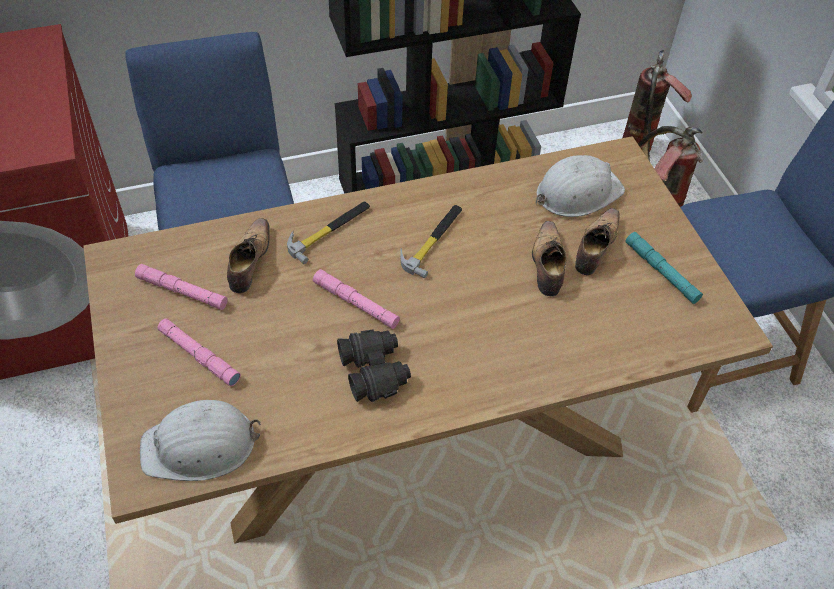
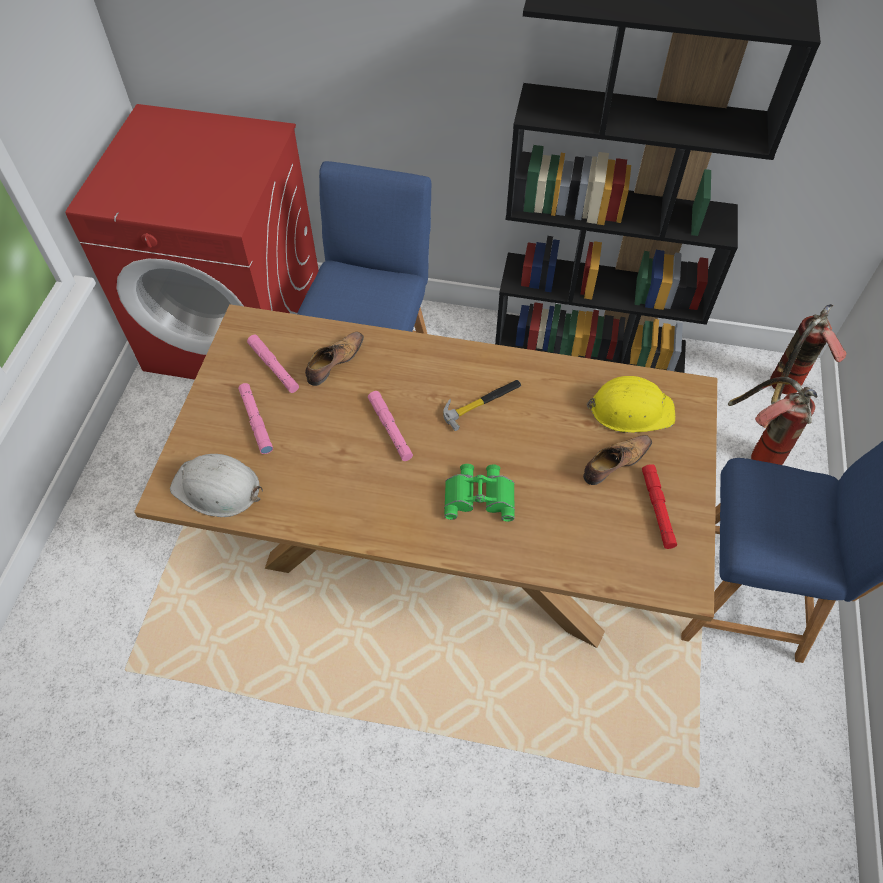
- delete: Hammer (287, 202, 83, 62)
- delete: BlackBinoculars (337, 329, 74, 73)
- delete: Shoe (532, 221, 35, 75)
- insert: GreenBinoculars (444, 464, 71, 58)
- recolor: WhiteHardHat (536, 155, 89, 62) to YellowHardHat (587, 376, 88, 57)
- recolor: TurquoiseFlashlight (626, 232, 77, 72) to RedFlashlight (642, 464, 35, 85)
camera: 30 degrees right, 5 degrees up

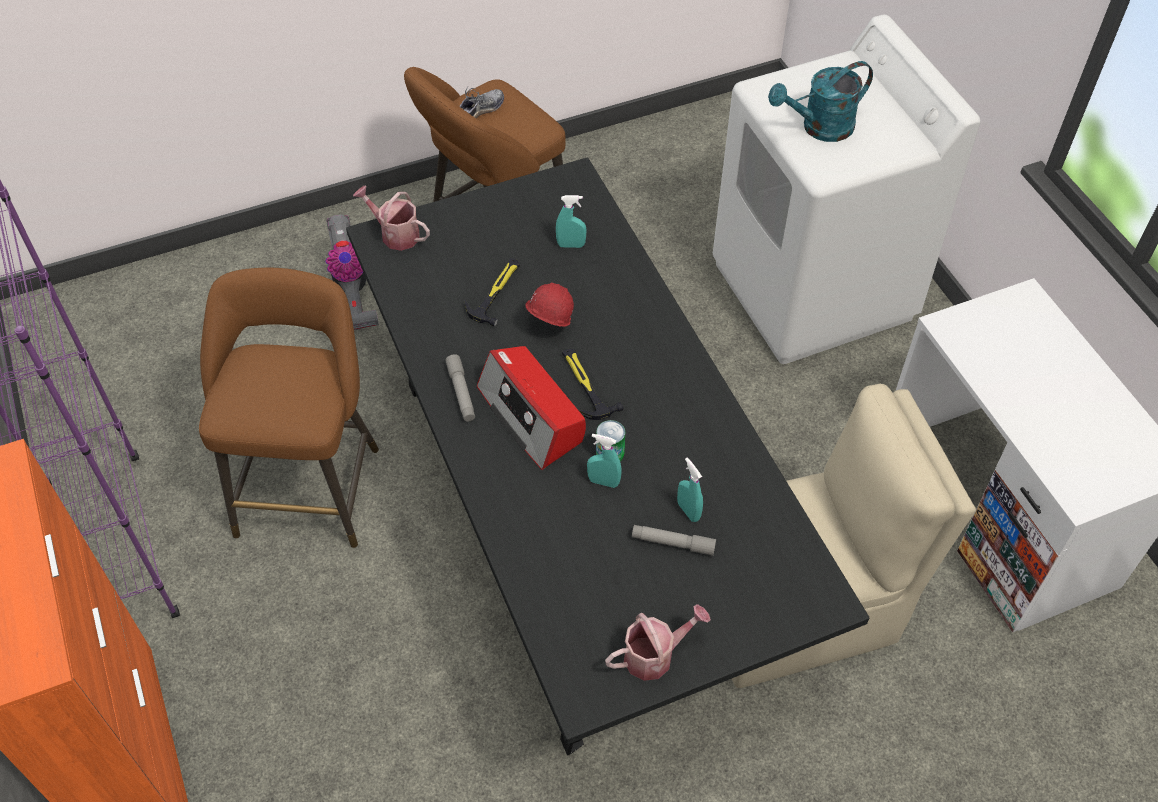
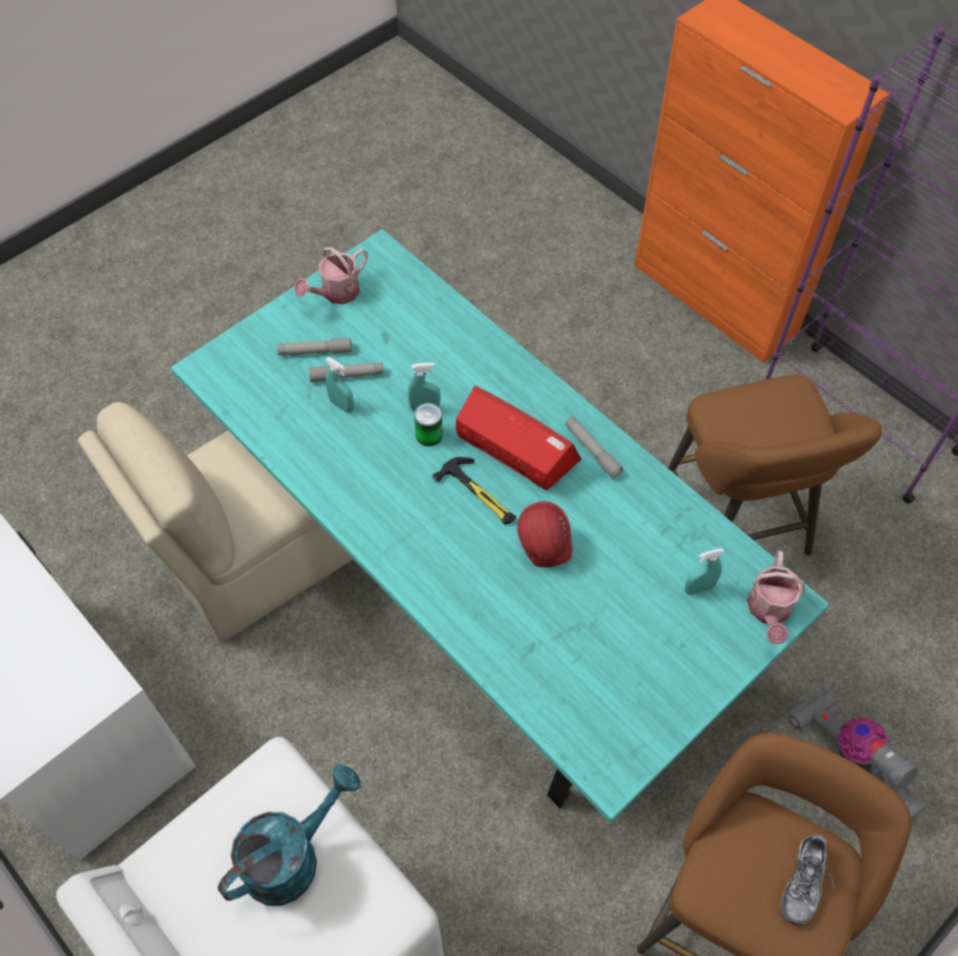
- delete: Hammer (465, 258, 55, 68)
- insert: GreyFlashlight (277, 338, 74, 17)
- move: TurquoiseSprayBottle (556, 195, 31, 53) to (685, 548, 39, 47)
- recolor: BlackDiningTable (346, 157, 523, 599) to TurquoiseDiningTable (171, 229, 658, 593)
- rotate: WateringCan (353, 186, 77, 65) = (747, 550, 58, 95) 90 degrees clockwise
camera: 160 degrees right, 5 degrees up

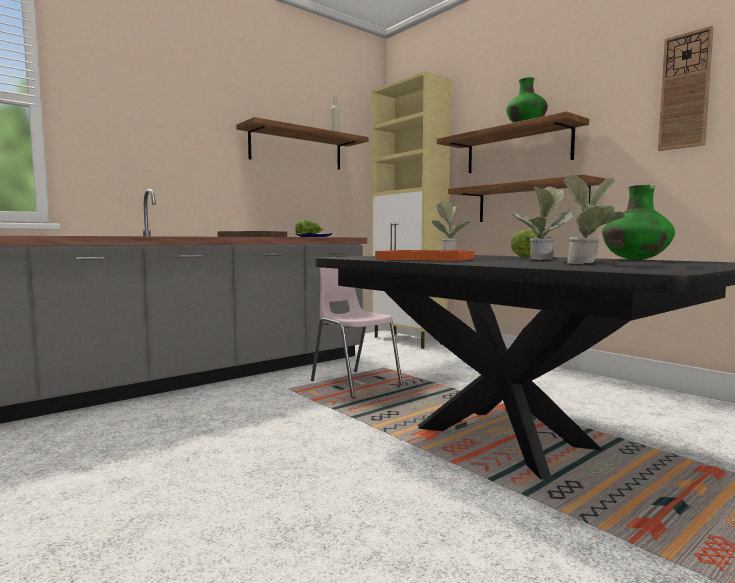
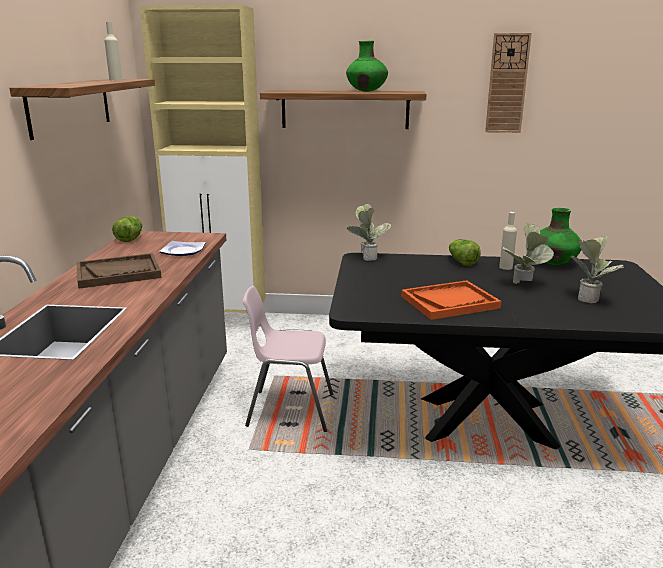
- delete: Shelf (448, 175, 157, 47)
- insert: BeigeBottle (499, 212, 18, 58)
camera: 45 degrees left, 15 degrees up

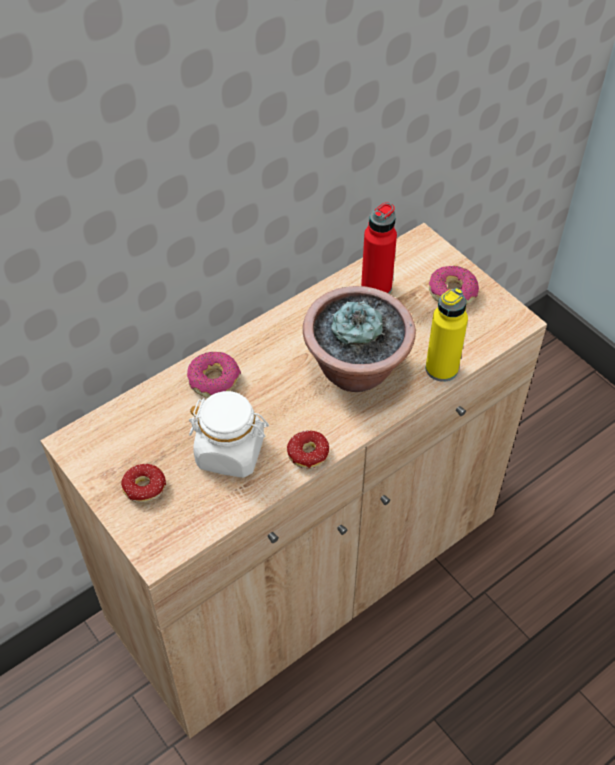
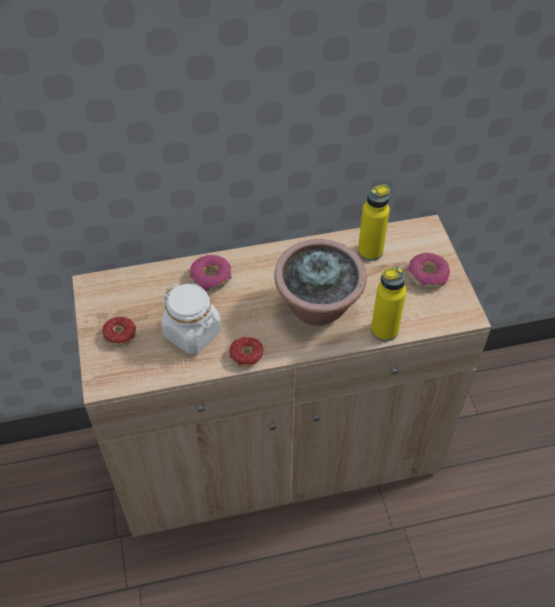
- recolor: RedBottle (361, 202, 36, 92) to YellowBottle (358, 185, 32, 76)
camera: 25 degrees right, 0 degrees up

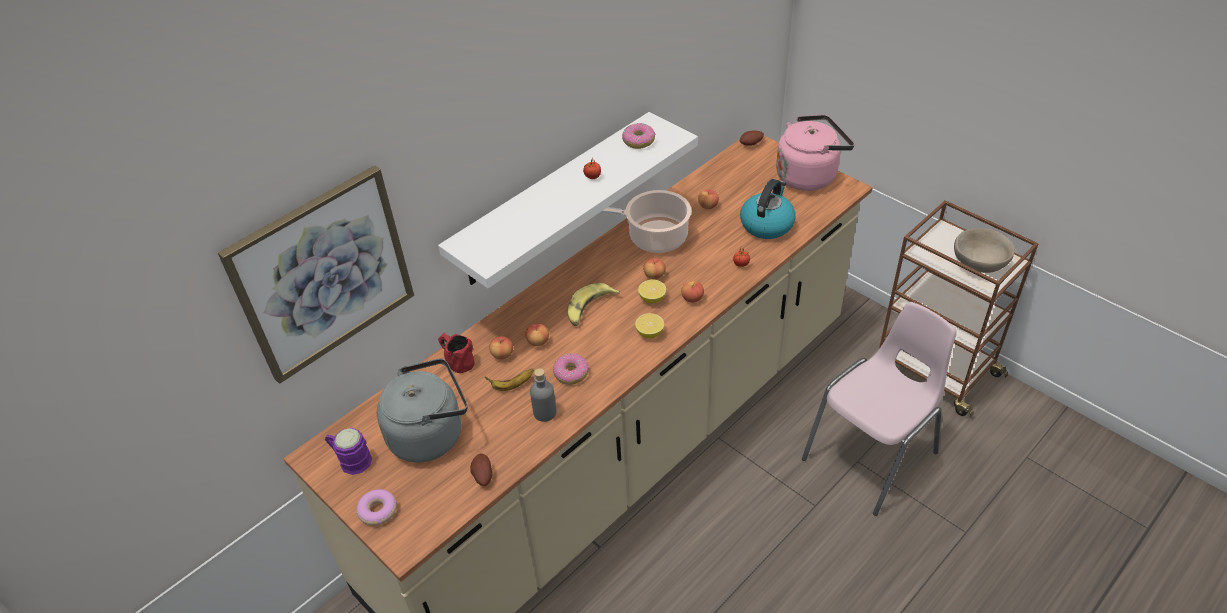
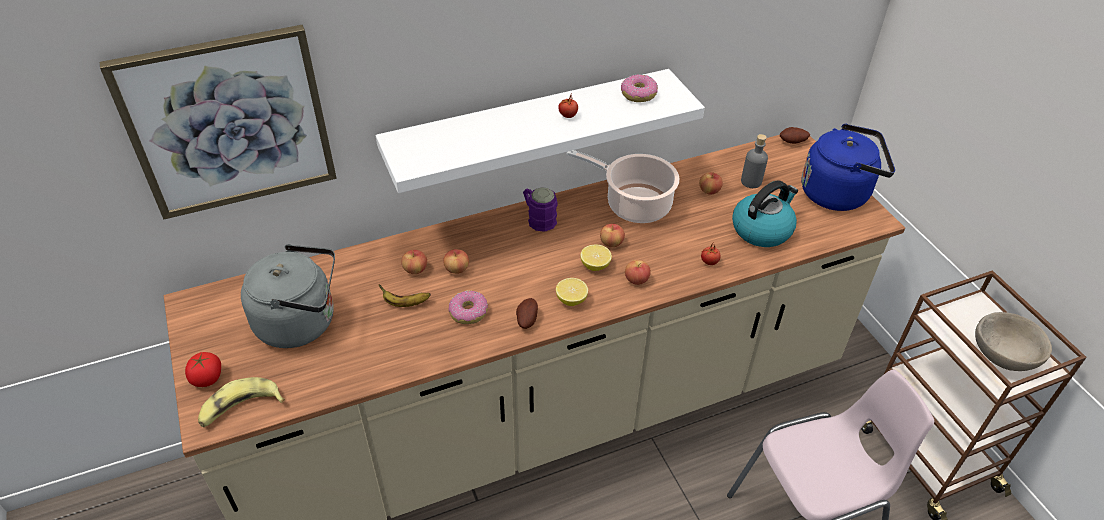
- delete: RedMug (438, 333, 37, 40)
- move: PurpleMug (325, 428, 47, 47) to (523, 187, 35, 45)
- move: Potato (470, 453, 22, 33) to (516, 298, 22, 31)
- move: GreyBottle (530, 368, 27, 54) to (741, 134, 27, 54)
- move: Banana (567, 283, 53, 43) to (198, 377, 87, 50)
- replace: Donut (356, 489, 41, 37) to Tomato (185, 352, 36, 35)
- recolor: PinkKettle (776, 115, 78, 76) to BlueKettle (802, 124, 93, 87)
camera: 20 degrees right, 0 degrees up

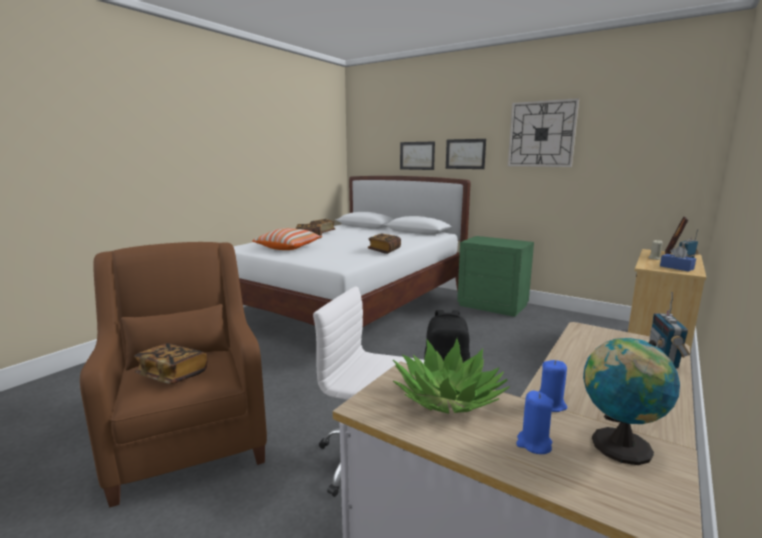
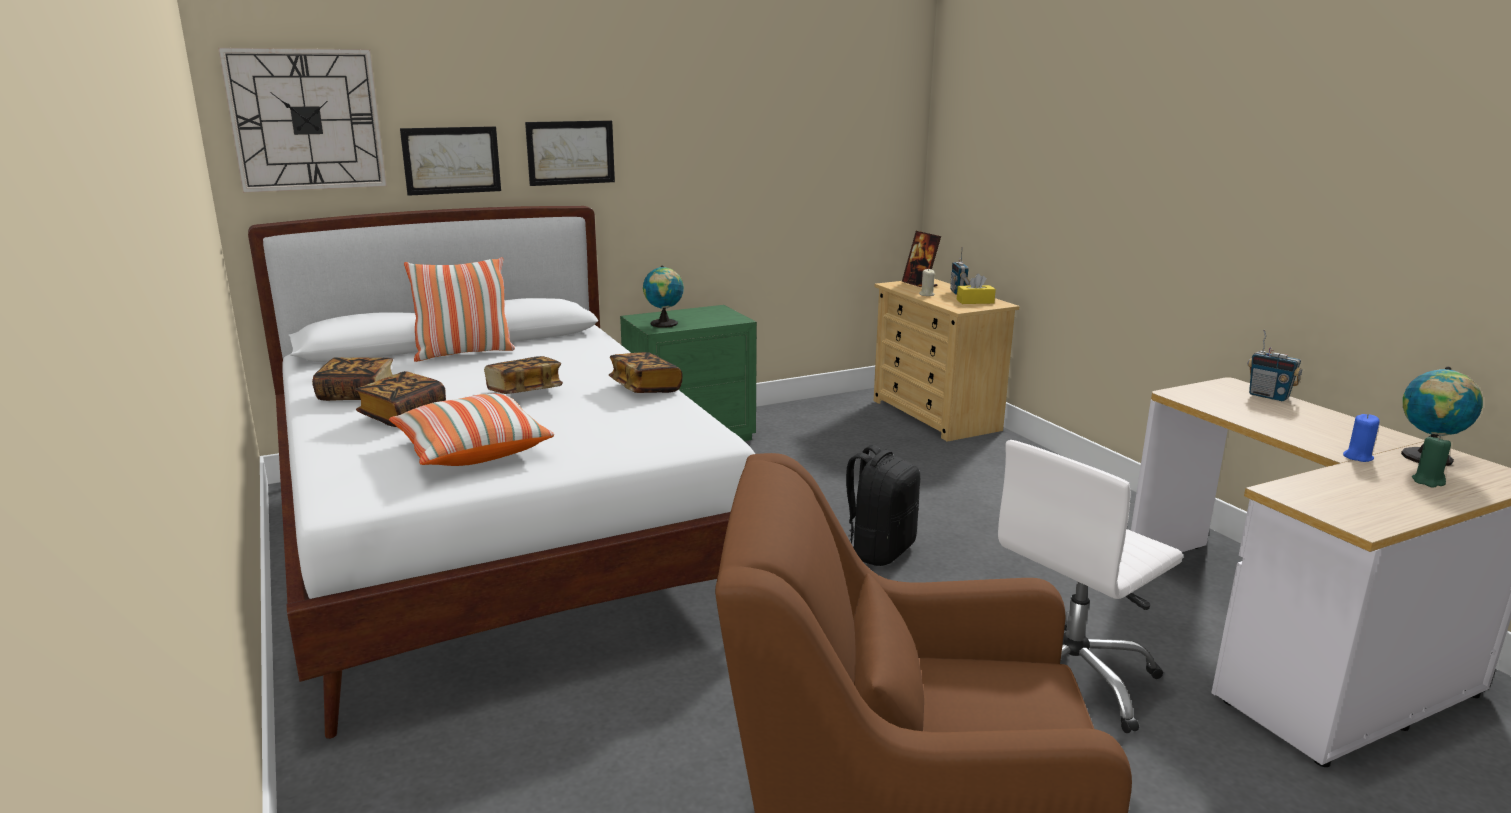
- delete: PottedPlant (393, 338, 117, 76)
- insert: Pillow (404, 257, 111, 105)
- insert: Globe (643, 266, 41, 62)
- move: Book (134, 343, 74, 41) to (484, 356, 79, 38)
- move: WallClock (508, 98, 71, 69) to (218, 48, 169, 145)
- recolor: BlueCandle (516, 391, 38, 63) to GreenCandle (1412, 436, 39, 52)
- recolor: BlueTissueBox (660, 246, 36, 26) to YellowTissueBox (957, 274, 39, 30)
camera: 60 degrees left, 5 degrees up

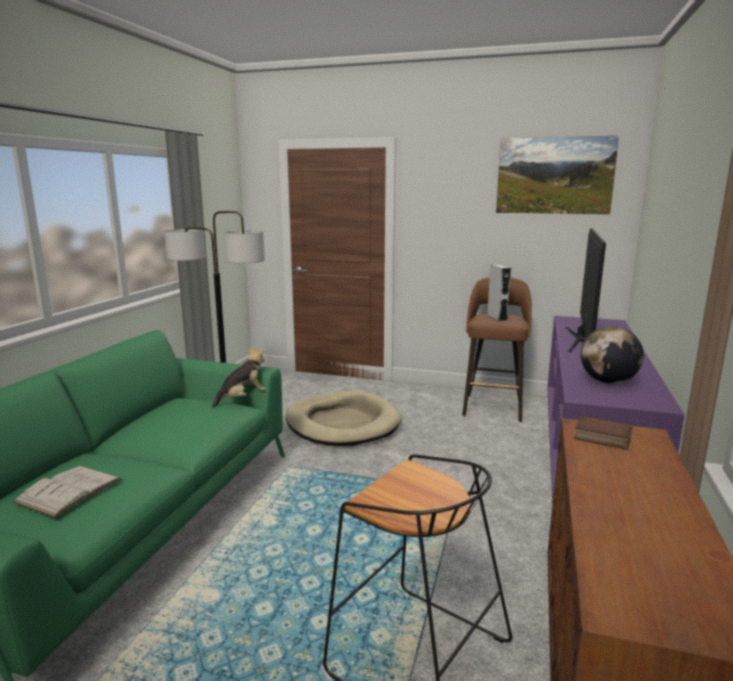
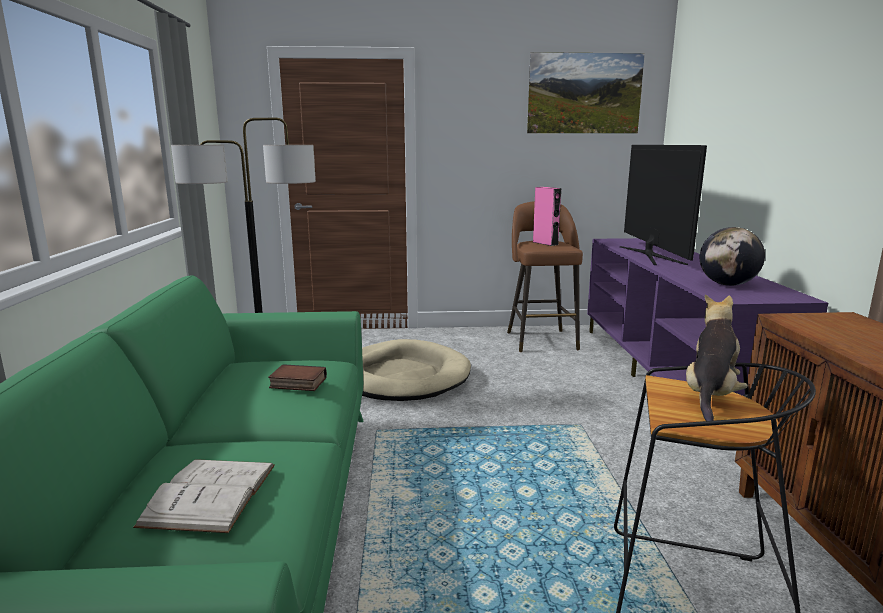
- move: PlushToy (212, 346, 54, 62) to (686, 294, 62, 127)
- move: Book (574, 415, 58, 35) to (268, 364, 59, 27)
- recolor: GreySpeaker (487, 265, 24, 56) to PinkSpeaker (533, 187, 28, 59)
camera: 20 degrees left, 0 degrees up

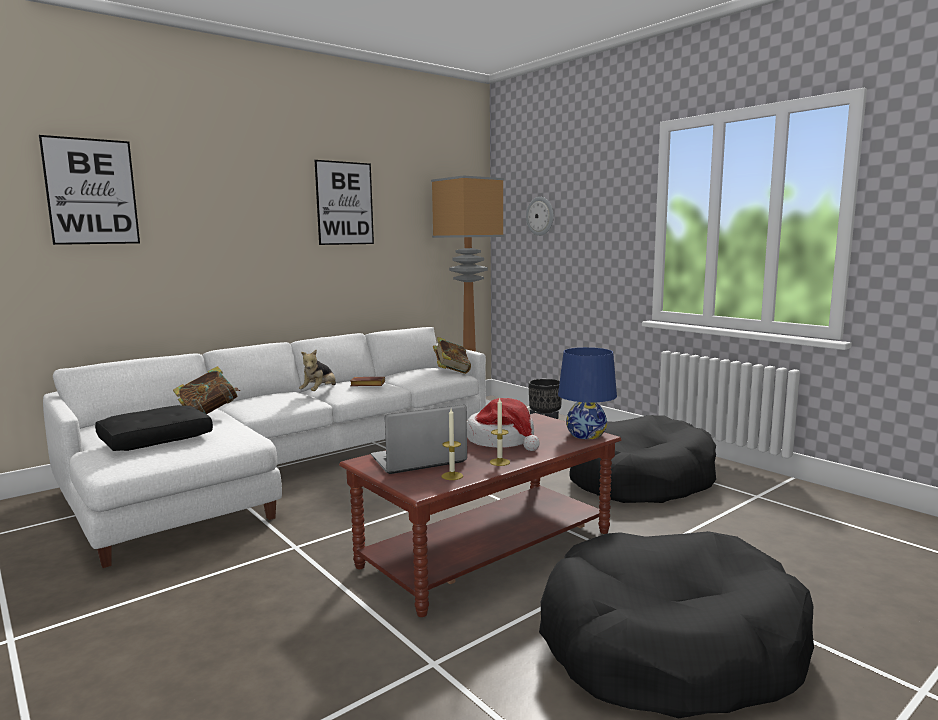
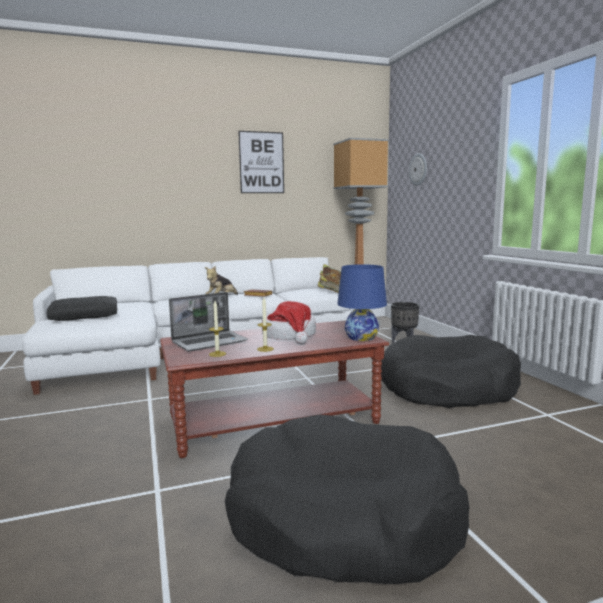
- delete: Picture (39, 135, 101, 110)
- delete: Book (173, 366, 67, 48)
- rotate: Laptop (371, 405, 96, 69) = (169, 292, 79, 60) 150 degrees clockwise
camera: 20 degrees right, 0 degrees up

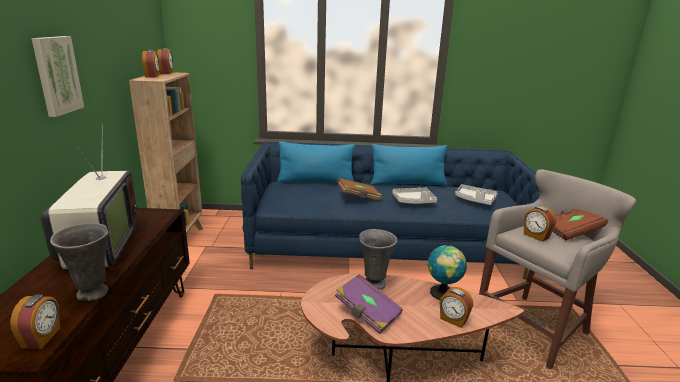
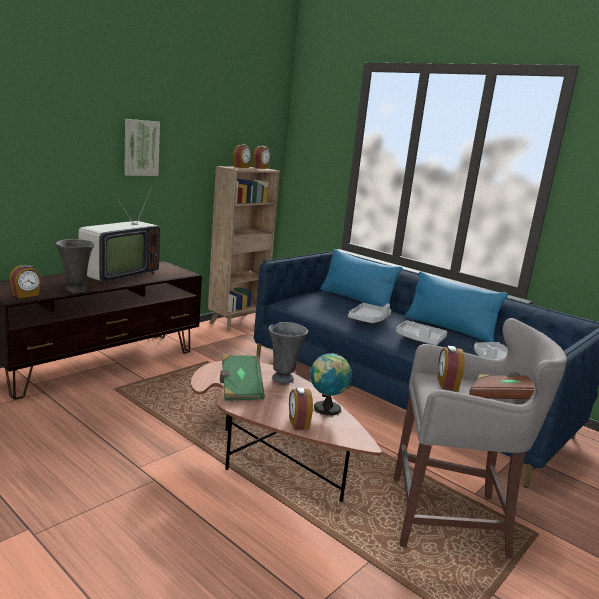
- replace: BrownBook (337, 178, 45, 23) to GreyTray (348, 303, 43, 20)
- recolor: PurpleBook (335, 274, 68, 60) to GreenBook (220, 354, 45, 47)
camera: 40 degrees right, 5 degrees down

